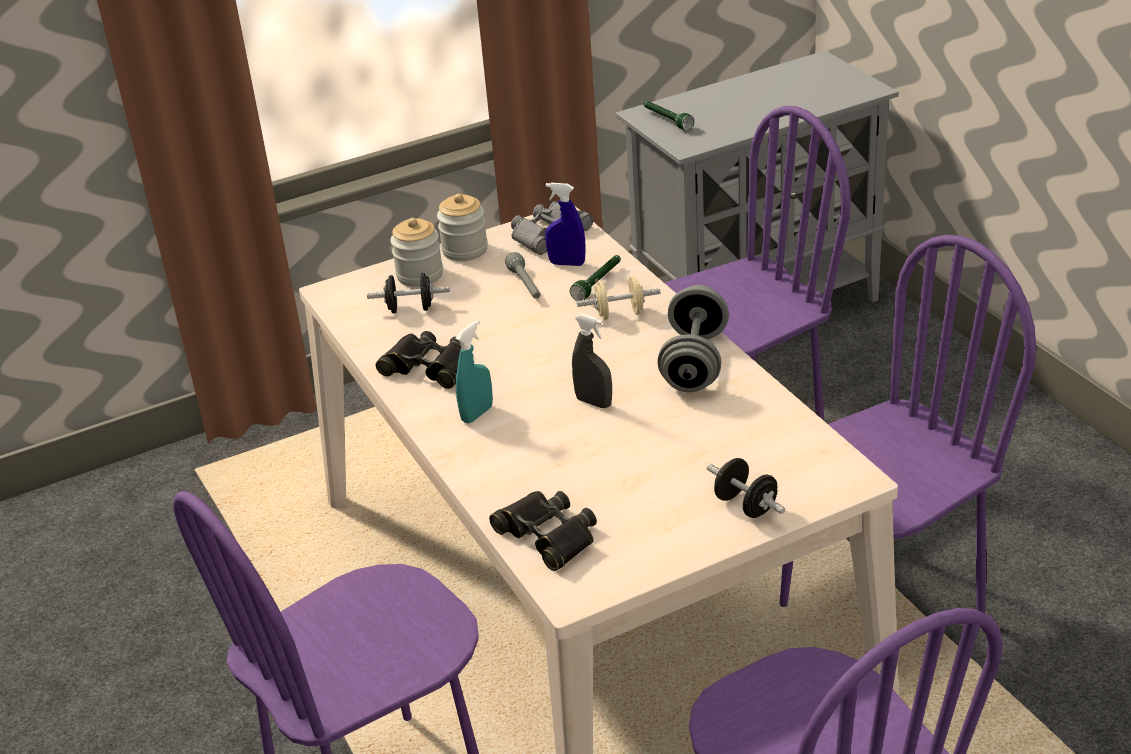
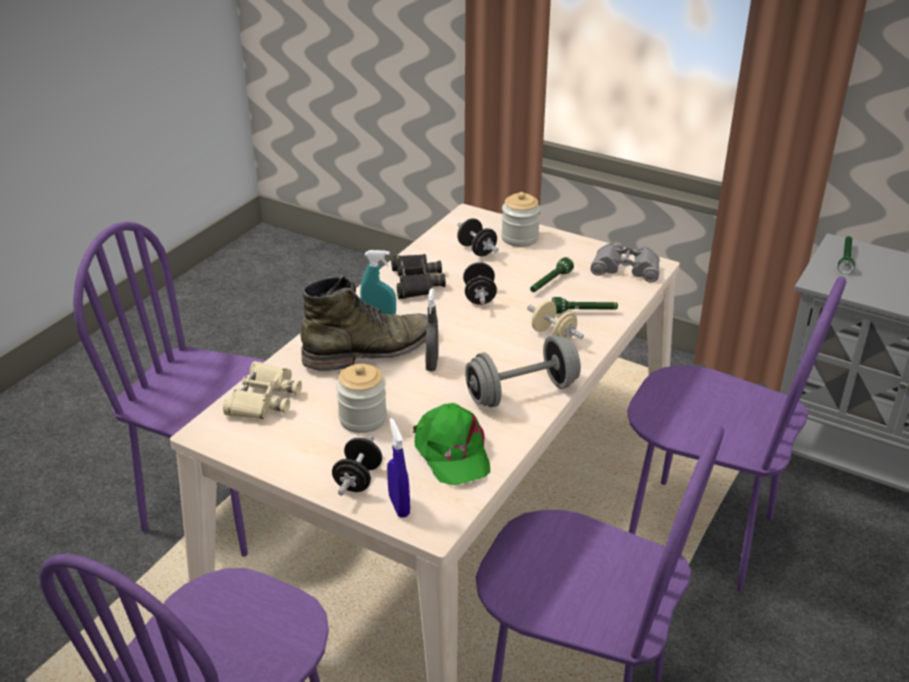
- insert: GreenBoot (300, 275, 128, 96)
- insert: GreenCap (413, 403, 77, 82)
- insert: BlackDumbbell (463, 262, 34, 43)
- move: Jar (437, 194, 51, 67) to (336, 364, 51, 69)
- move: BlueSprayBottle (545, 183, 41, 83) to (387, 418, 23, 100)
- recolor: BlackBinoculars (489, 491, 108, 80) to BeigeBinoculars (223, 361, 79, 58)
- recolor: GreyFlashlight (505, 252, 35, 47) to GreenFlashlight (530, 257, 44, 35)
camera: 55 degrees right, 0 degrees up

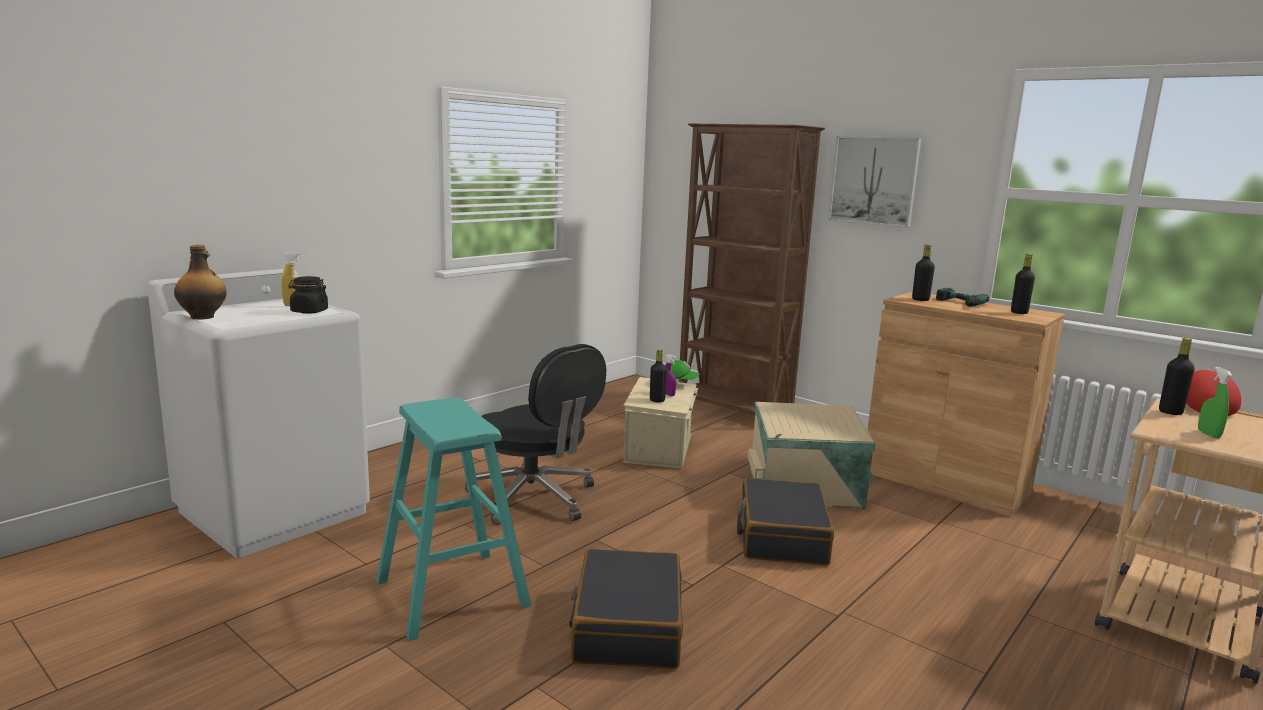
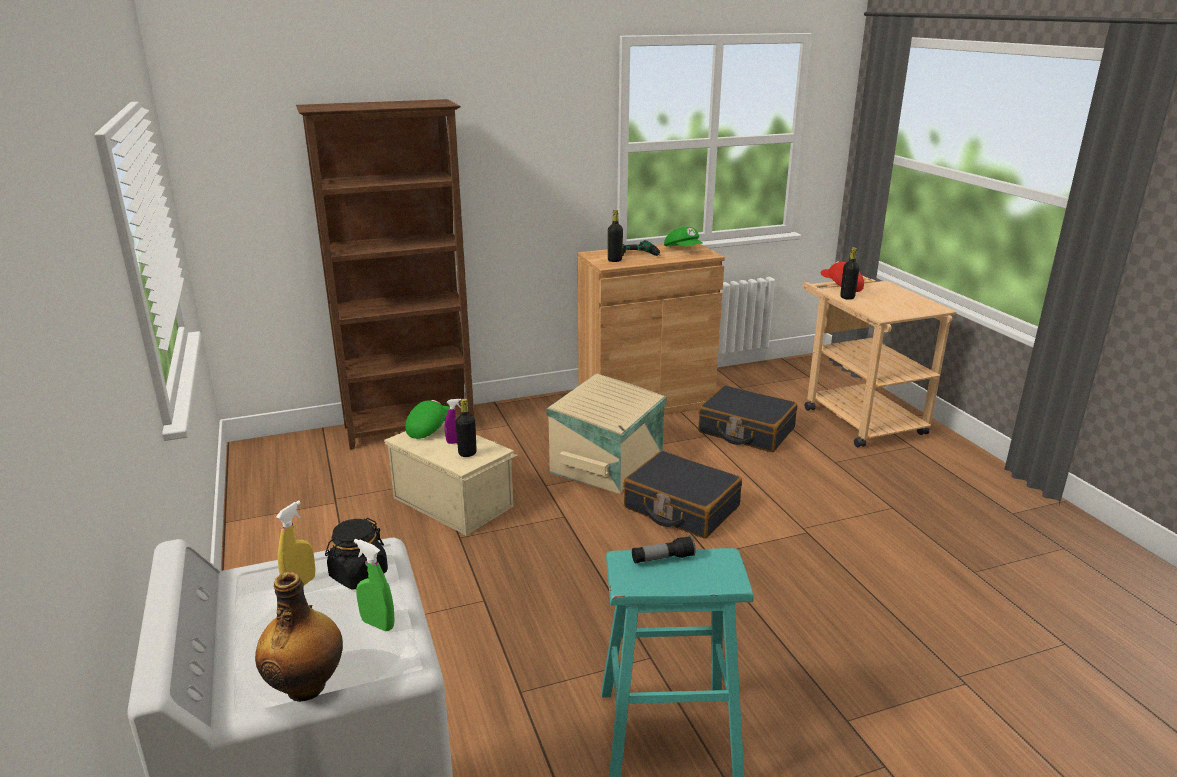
- delete: BlackOfficeChair (465, 344, 141, 181)
- delete: Picture (828, 136, 93, 92)
- insert: Flashlight (632, 536, 64, 27)
- move: BlackSuitcase (569, 549, 114, 120) to (698, 385, 99, 67)
- move: GreenSprayBottle (1198, 367, 34, 71) to (354, 539, 41, 92)
- replace: BlackBottle (1011, 254, 24, 60) to GreenCap (664, 227, 39, 20)
camera: 60 degrees left, 10 degrees up

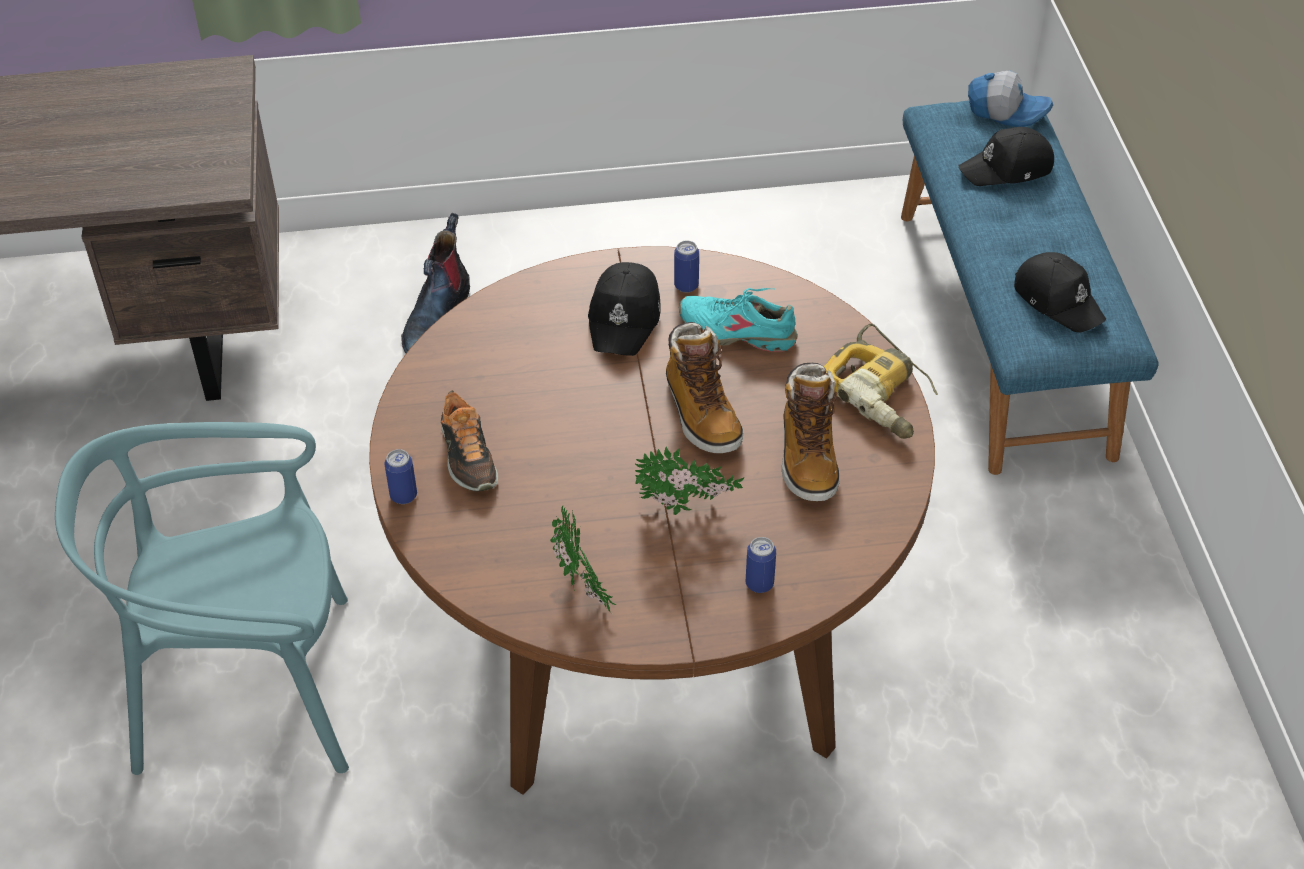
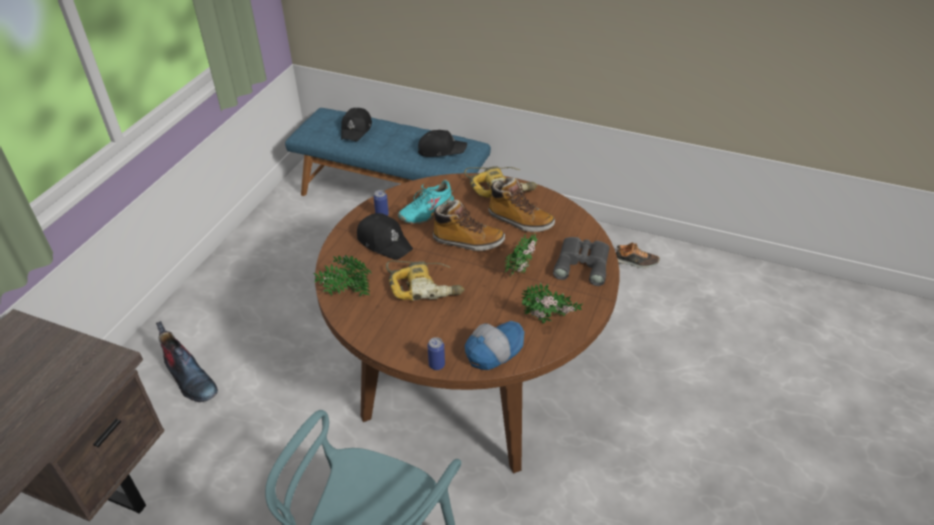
- insert: PottedPlant (313, 255, 59, 42)
- insert: PowerDrill (386, 260, 79, 41)
- move: Shoe (441, 390, 57, 101) to (616, 243, 44, 25)
- move: Cap (968, 70, 85, 57) to (465, 321, 59, 49)
- replace: Can (746, 537, 30, 56) to GreyBinoculars (553, 237, 57, 49)
camera: 60 degrees left, 5 degrees down

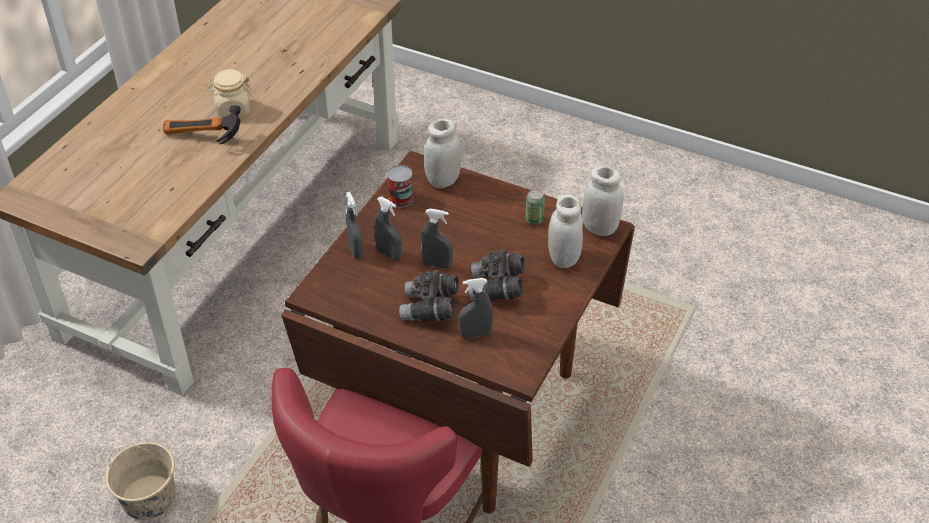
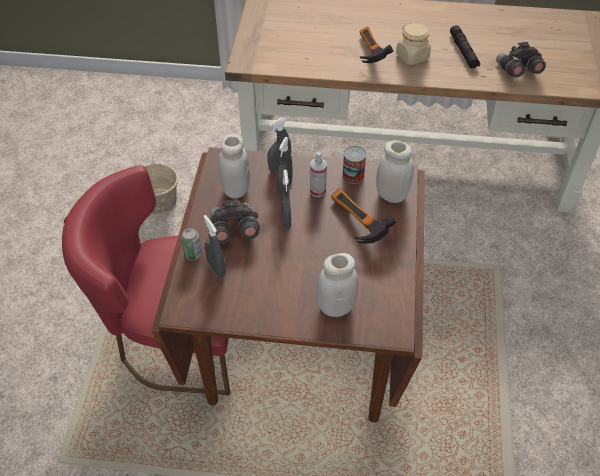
- insert: SprayBottle (310, 152, 17, 45)
- insert: Hammer (331, 189, 65, 55)
- insert: BlackFlashlight (450, 25, 30, 43)
- move: GreyBinoculars (468, 250, 57, 50) to (496, 42, 50, 35)
- move: Can (525, 189, 20, 36) to (181, 228, 21, 32)
- move: WhiteJar (582, 166, 42, 70) to (218, 134, 32, 64)
camera: 70 degrees right, 5 degrees up

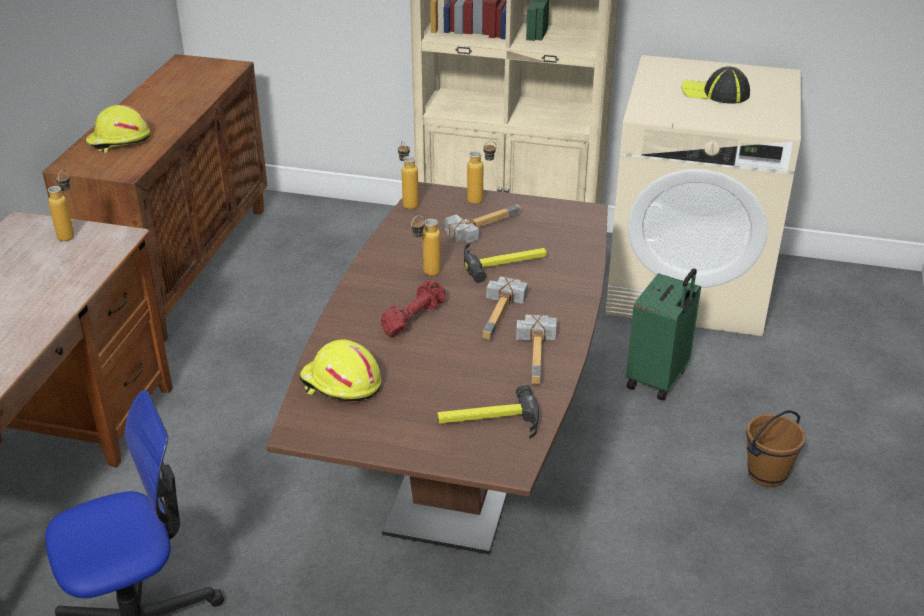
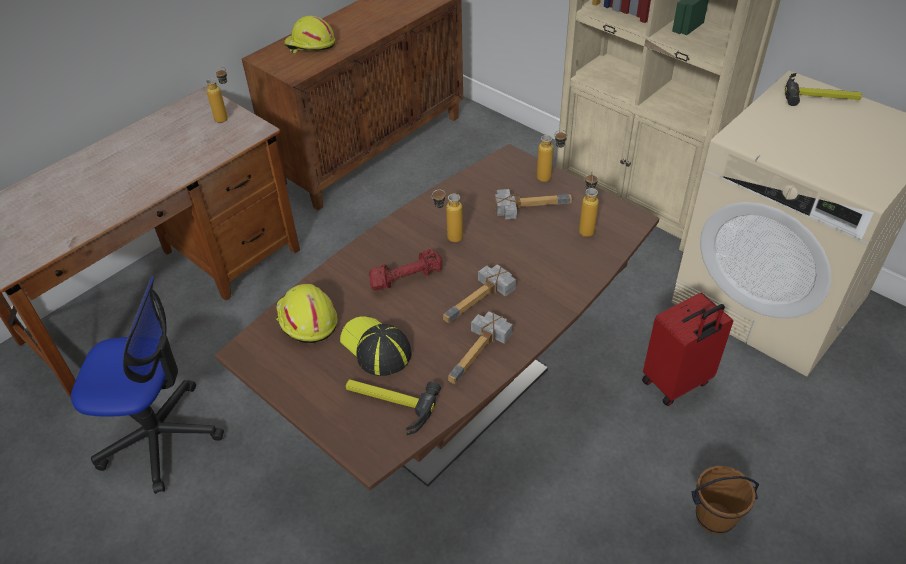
- move: Bottle (398, 141, 21, 68) to (579, 171, 20, 66)
- move: Hammer (464, 243, 83, 40) to (785, 73, 77, 33)
- move: Cap (681, 67, 69, 37) to (340, 316, 71, 60)
- recolor: GreenSuitcase (626, 268, 75, 132) to RedSuitcase (642, 293, 91, 113)
camera: 30 degrees right, 10 degrees up

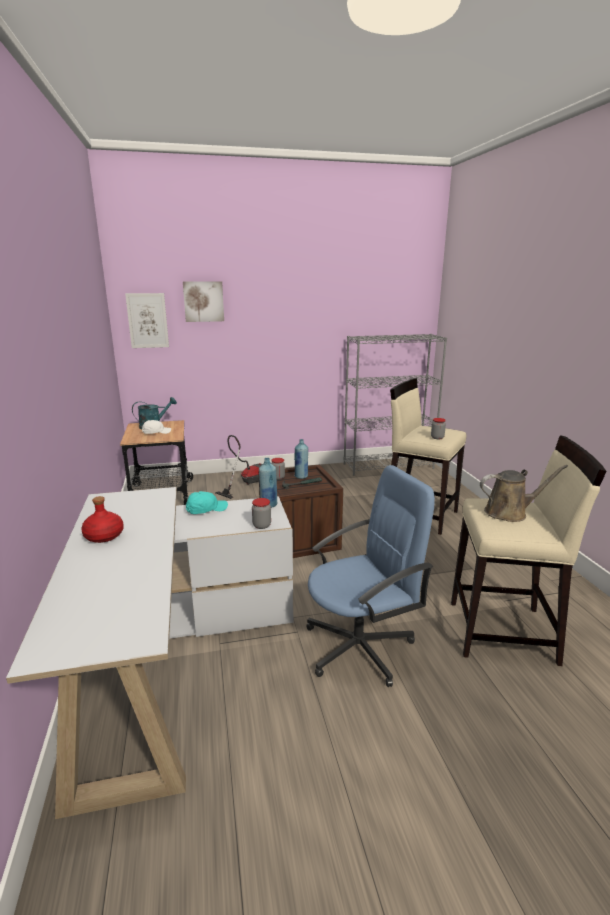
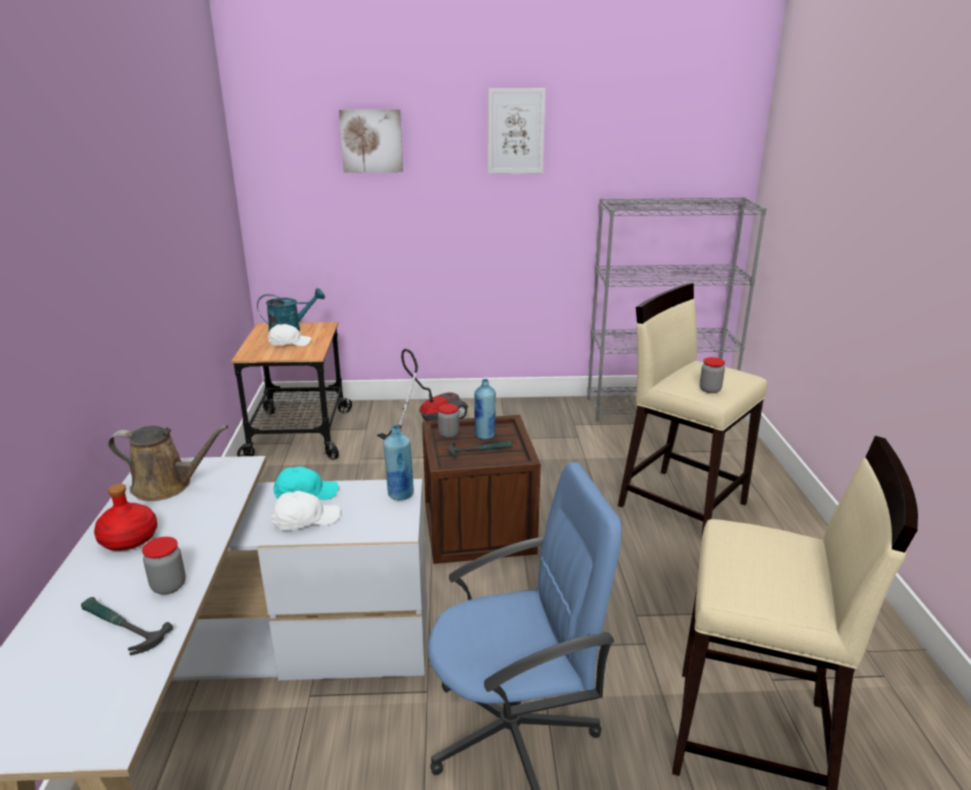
- insert: Hammer (81, 597, 92, 58)
- insert: WhiteCap (271, 491, 69, 39)
- move: Picture (125, 293, 44, 55) to (488, 88, 58, 86)
- move: Jar (252, 498, 19, 31) to (142, 537, 44, 58)
- move: BrownWateringCan (480, 465, 88, 57) to (108, 425, 120, 76)
camera: 10 degrees right, 5 degrees up

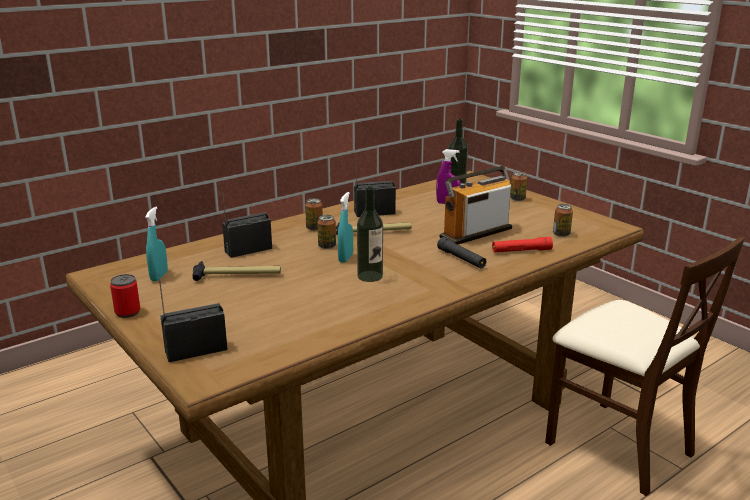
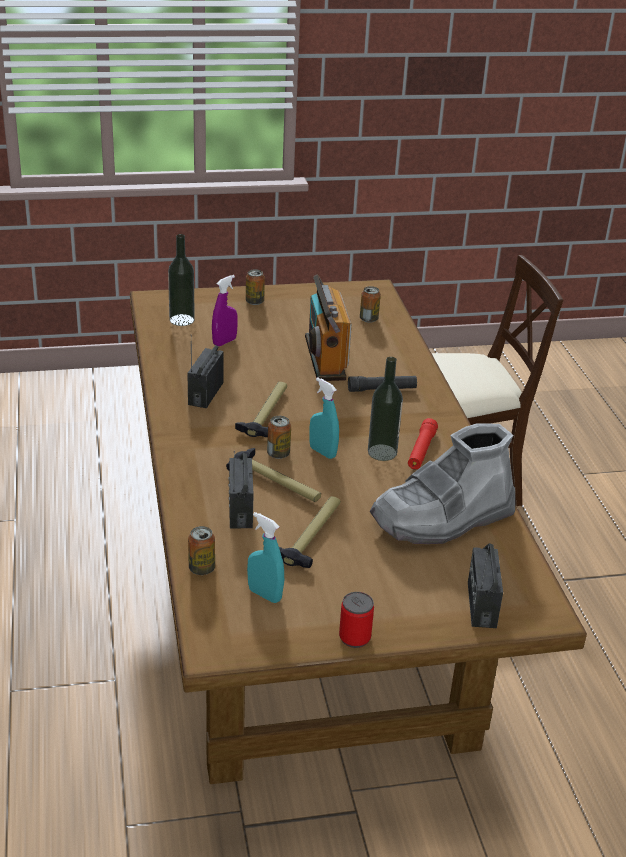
- insert: Hammer (226, 448, 95, 54)
- insert: GreyBoot (370, 423, 145, 121)
- move: Can (305, 198, 18, 33) to (188, 526, 27, 49)
- move: RedFlashlight (492, 237, 61, 15) to (408, 418, 30, 51)
camera: 65 degrees left, 10 degrees up

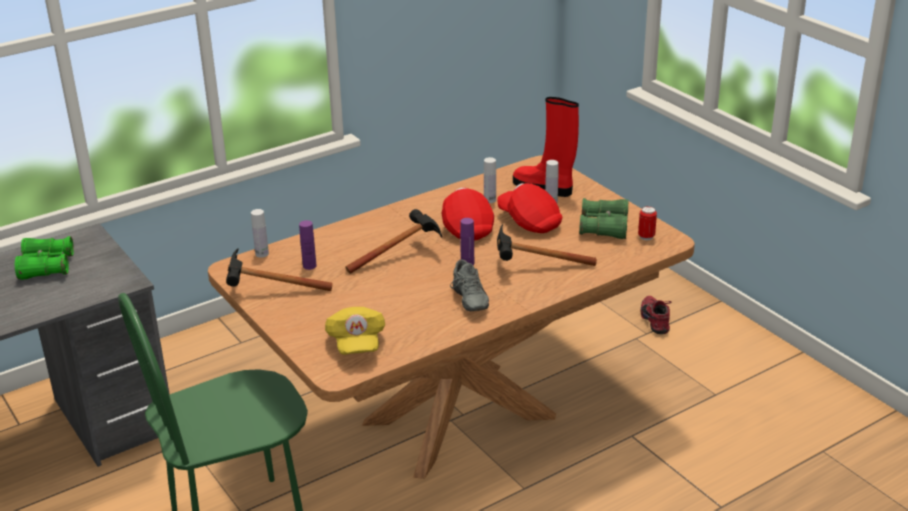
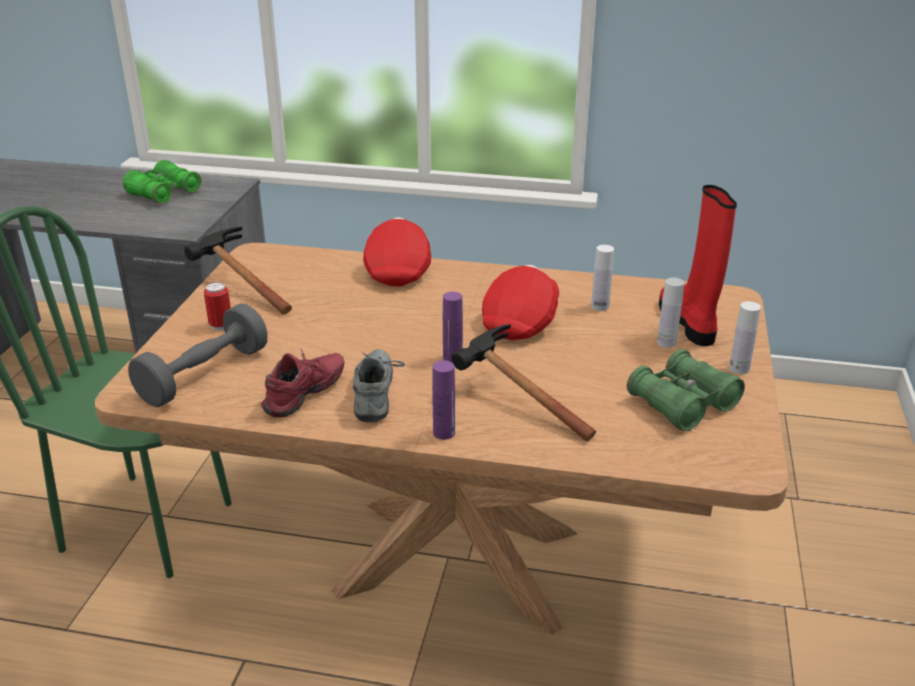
- delete: Hammer (345, 209, 97, 65)
- move: WhiteBottle (251, 209, 18, 49) to (729, 301, 32, 73)
- move: PurpleBottle (299, 220, 17, 50) to (432, 360, 23, 80)
- move: RedCap (497, 183, 65, 50) to (363, 217, 68, 69)
- move: Can (638, 206, 19, 34) to (204, 282, 27, 48)
- move: RedShoe (641, 296, 30, 38) to (261, 348, 83, 69)
- replace: YellowCap (325, 307, 60, 48) to GreyDumbbell (128, 303, 139, 104)
- rotate: GreyShoe (450, 260, 39, 51) = (352, 349, 53, 73) 150 degrees clockwise
camera: 45 degrees right, 0 degrees up

